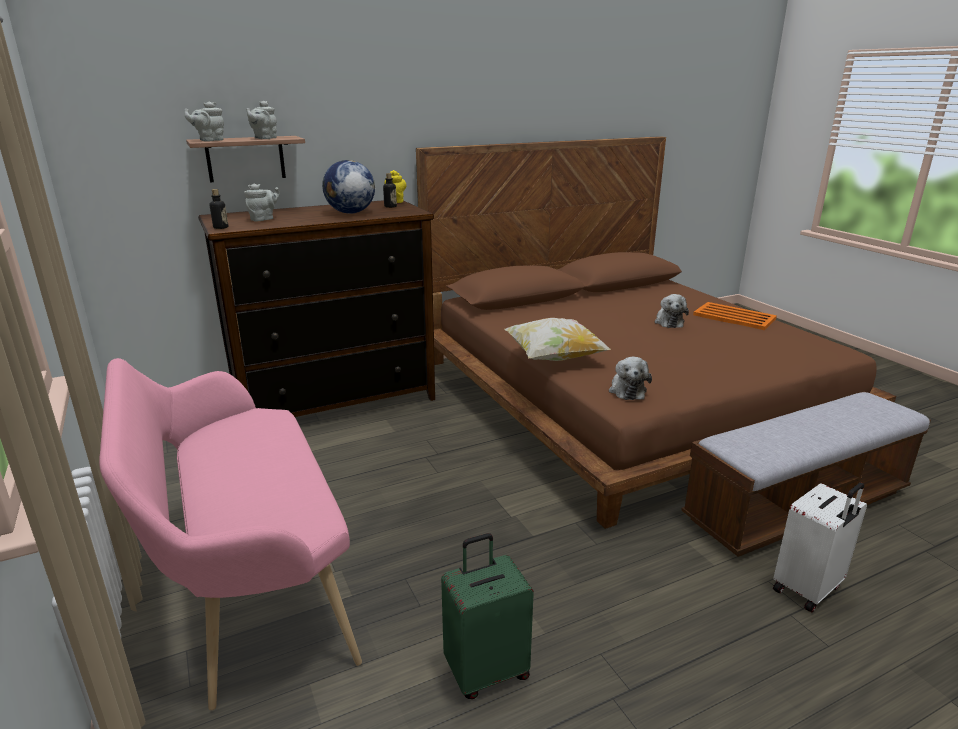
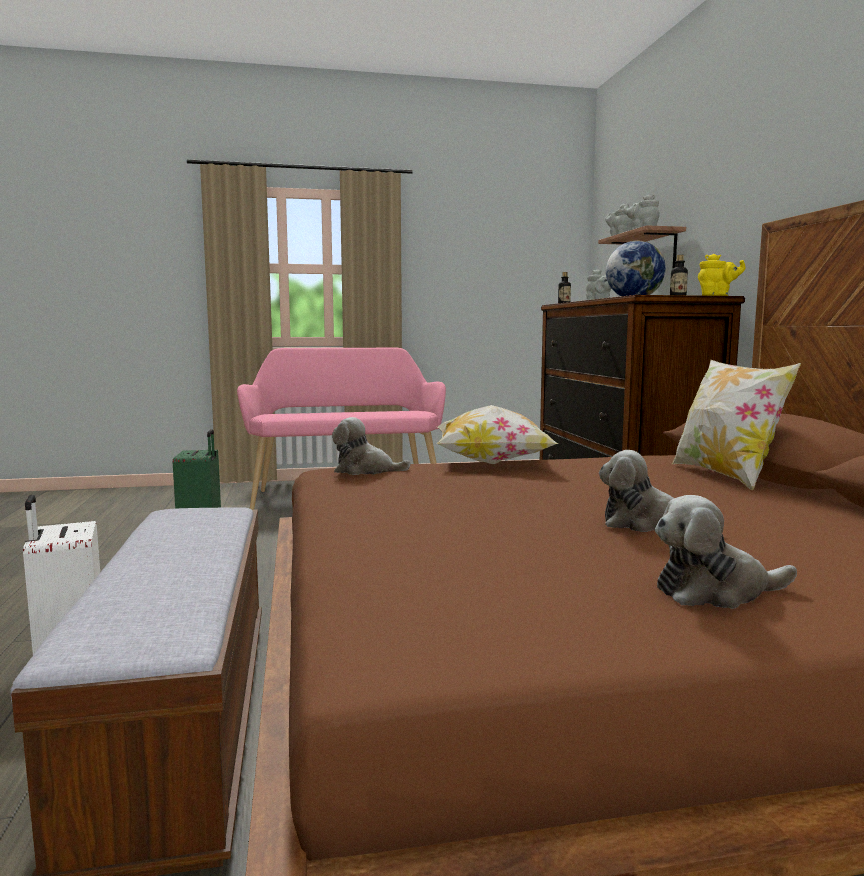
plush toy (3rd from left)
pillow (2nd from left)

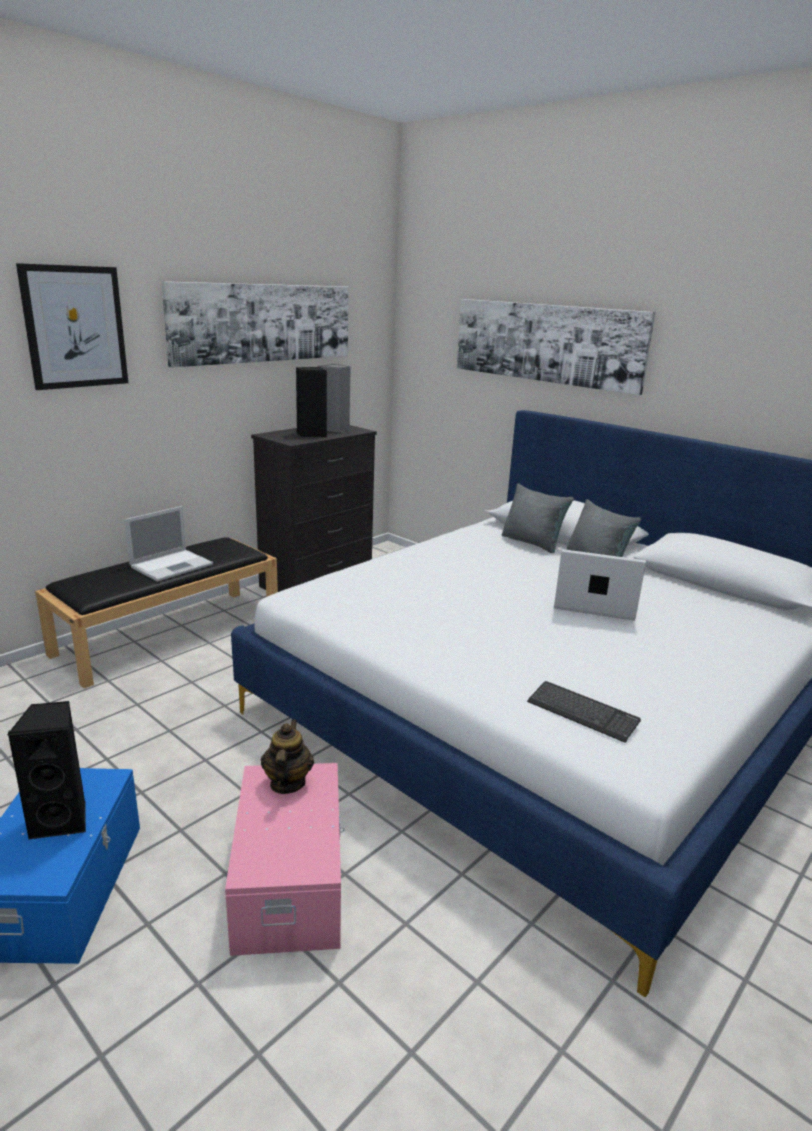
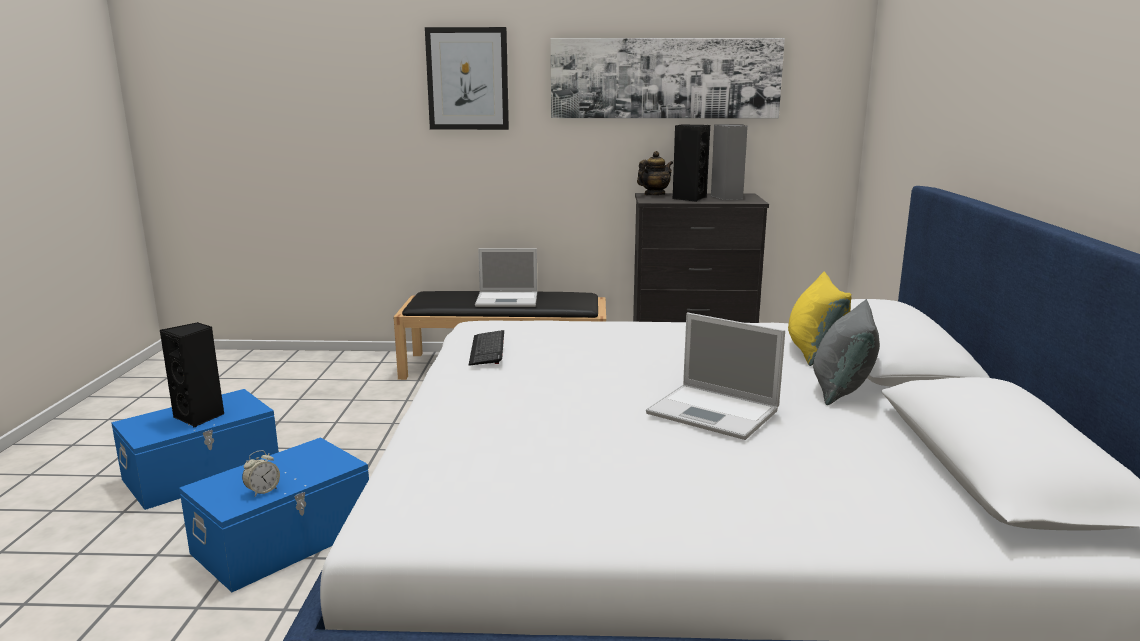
blue storage box (2nd from left)
teapot
picture (3rd from left in the first image)
yellow pillow
keyboard
laptop (2nd from left)
alarm clock

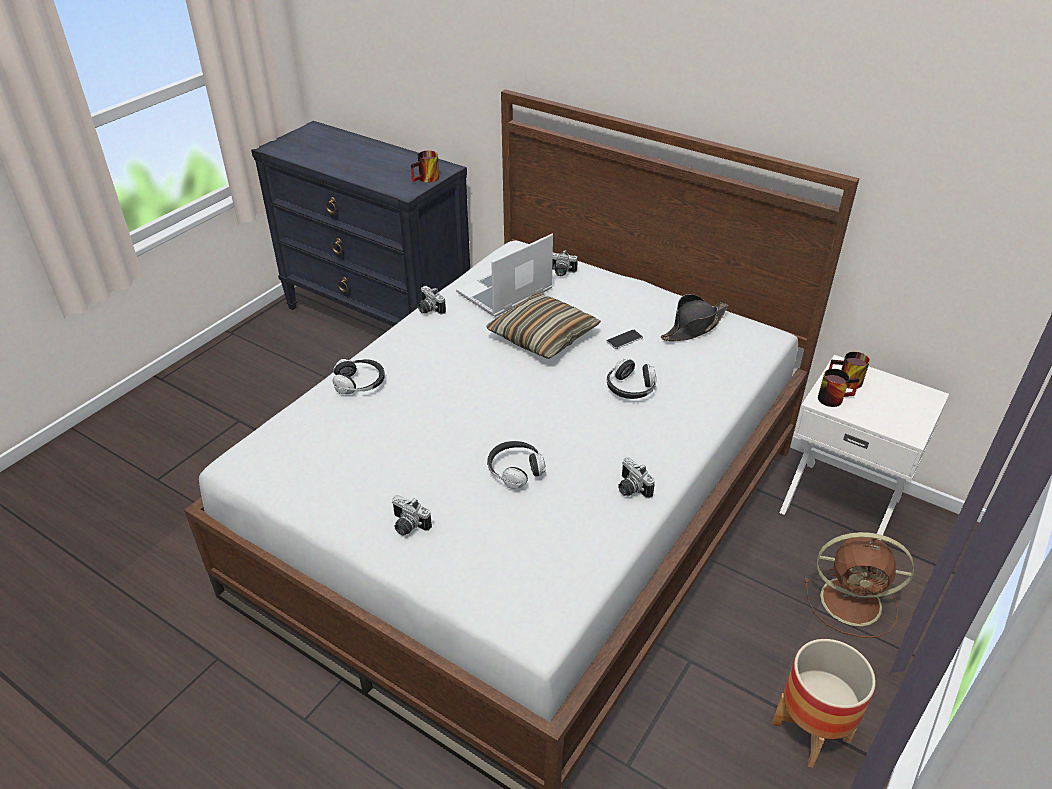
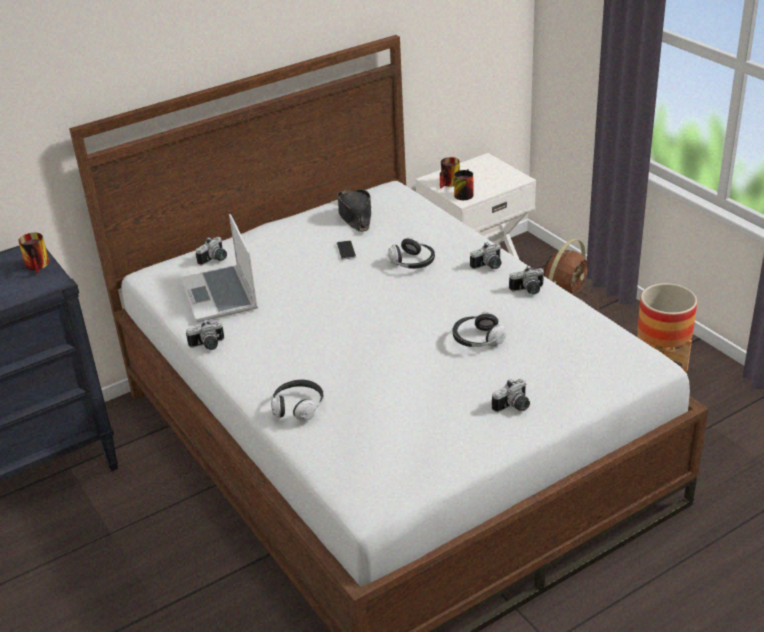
pillow
photo camera (3rd from left)

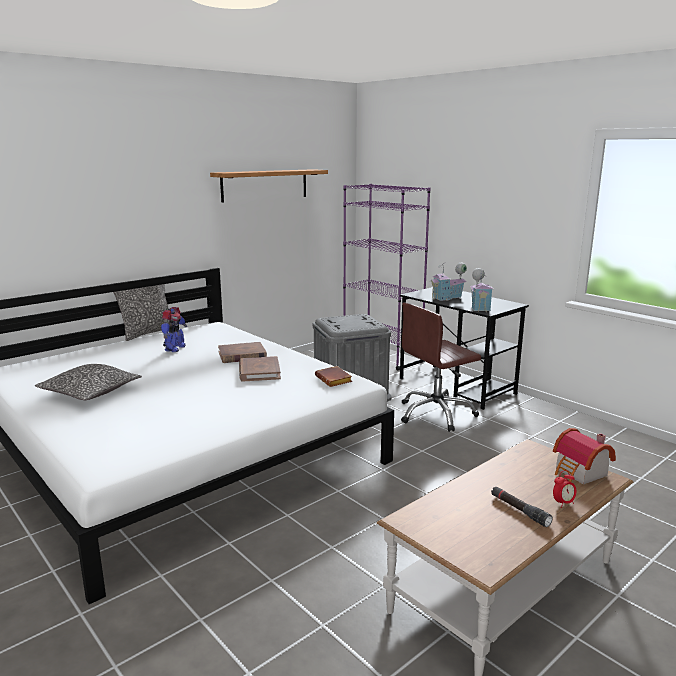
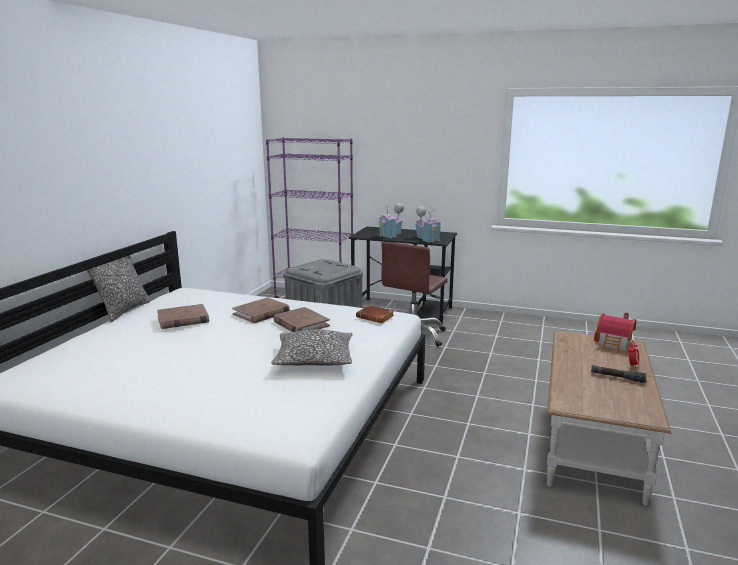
pillow (2nd from left)
brown book (1st from left)
shelf

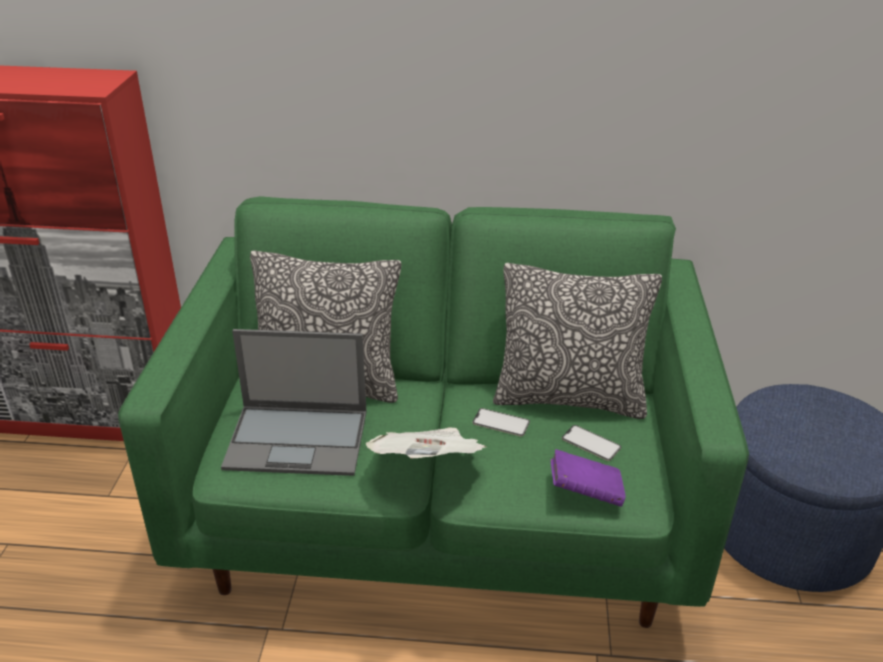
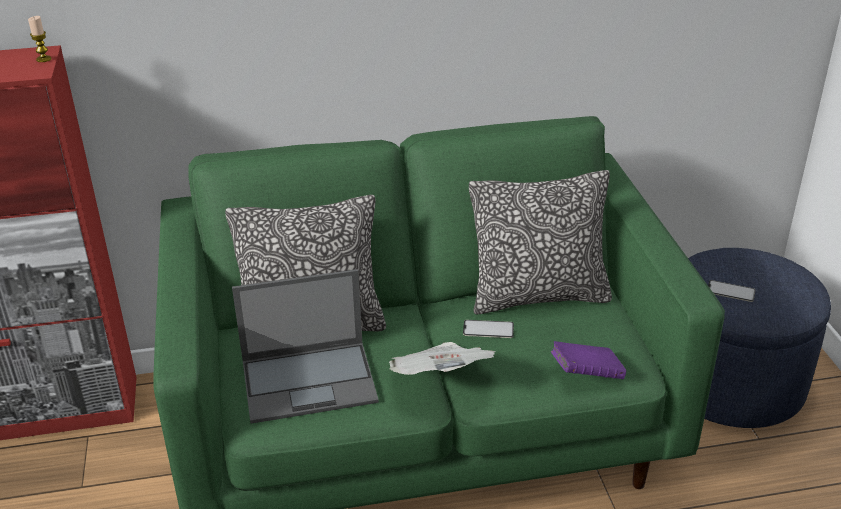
phone (2nd from left)
candle

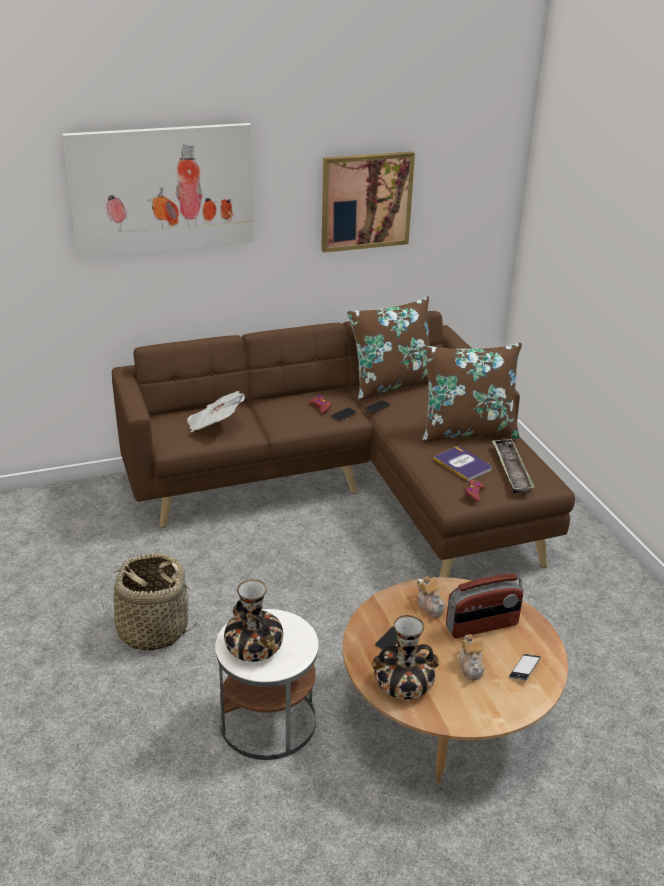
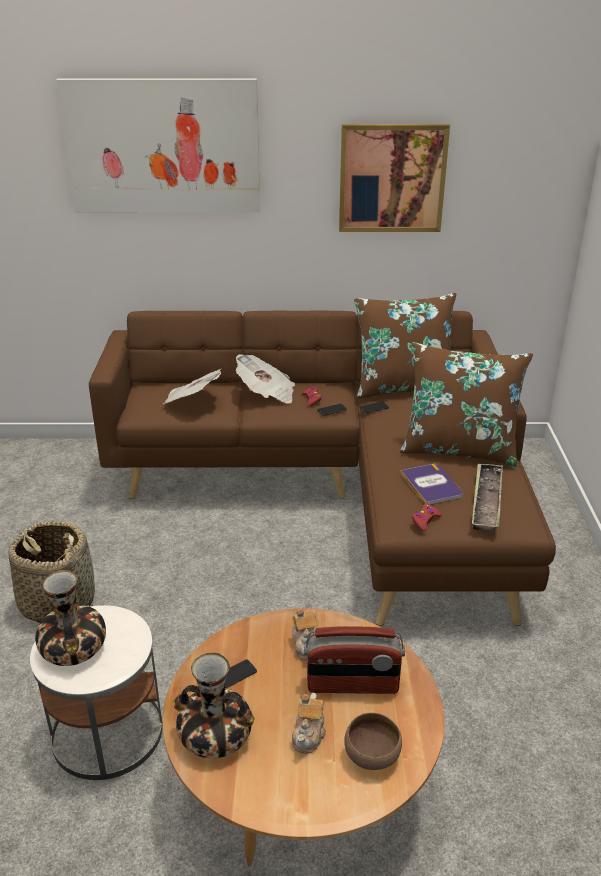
brown bowl
newspaper (2nd from left)

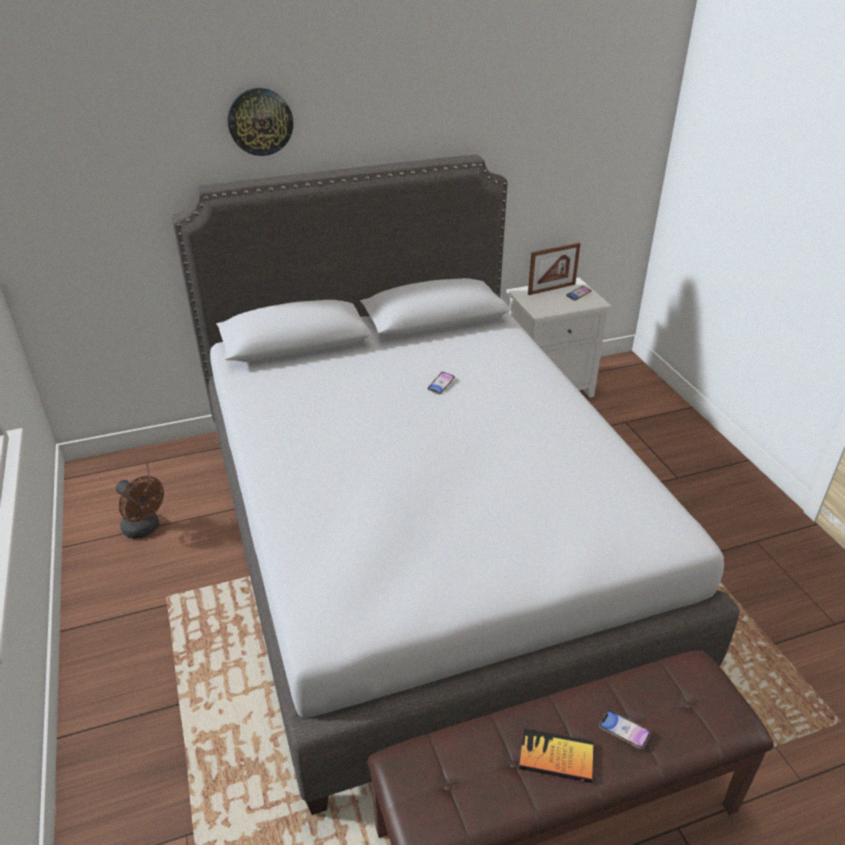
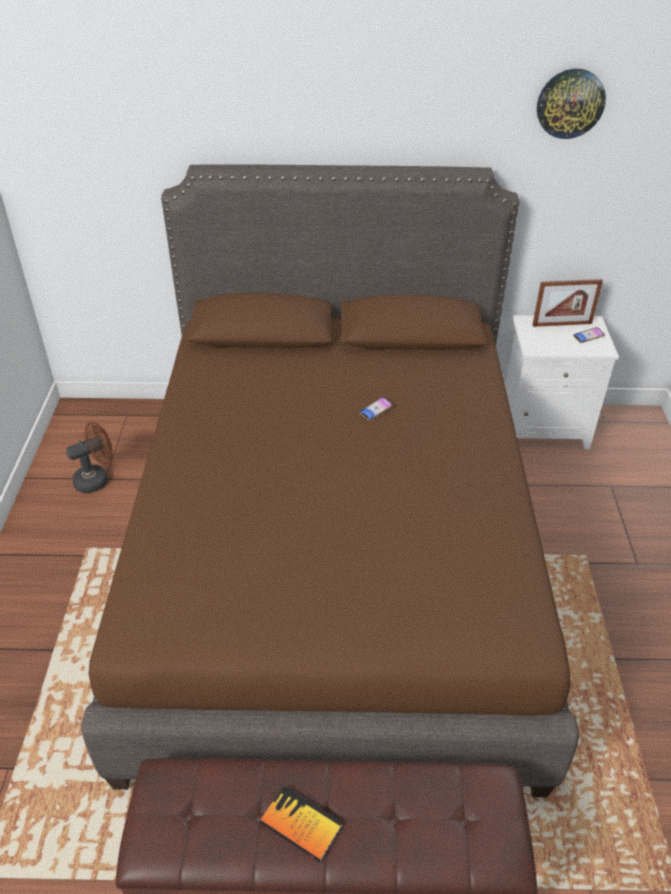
brown fan
brown bed
wall clock
phone (3rd from left in the first image)

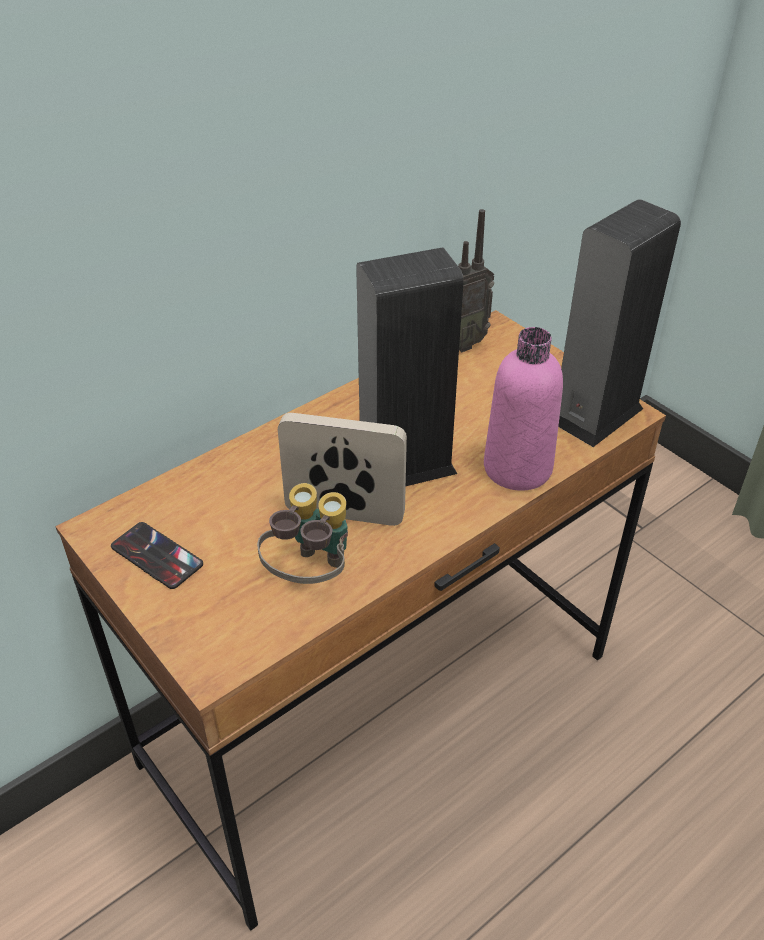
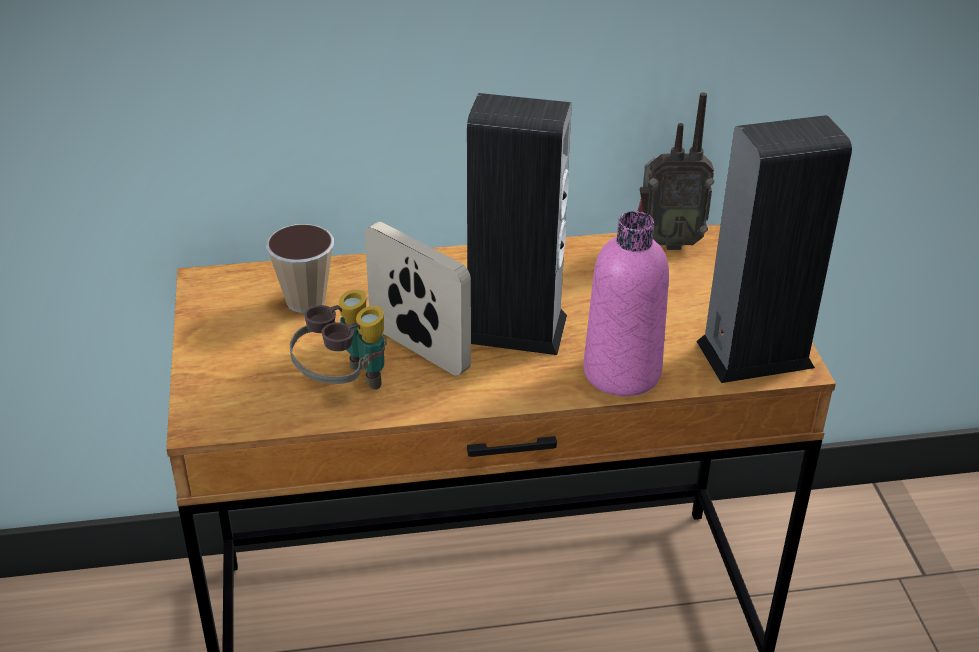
phone
cup

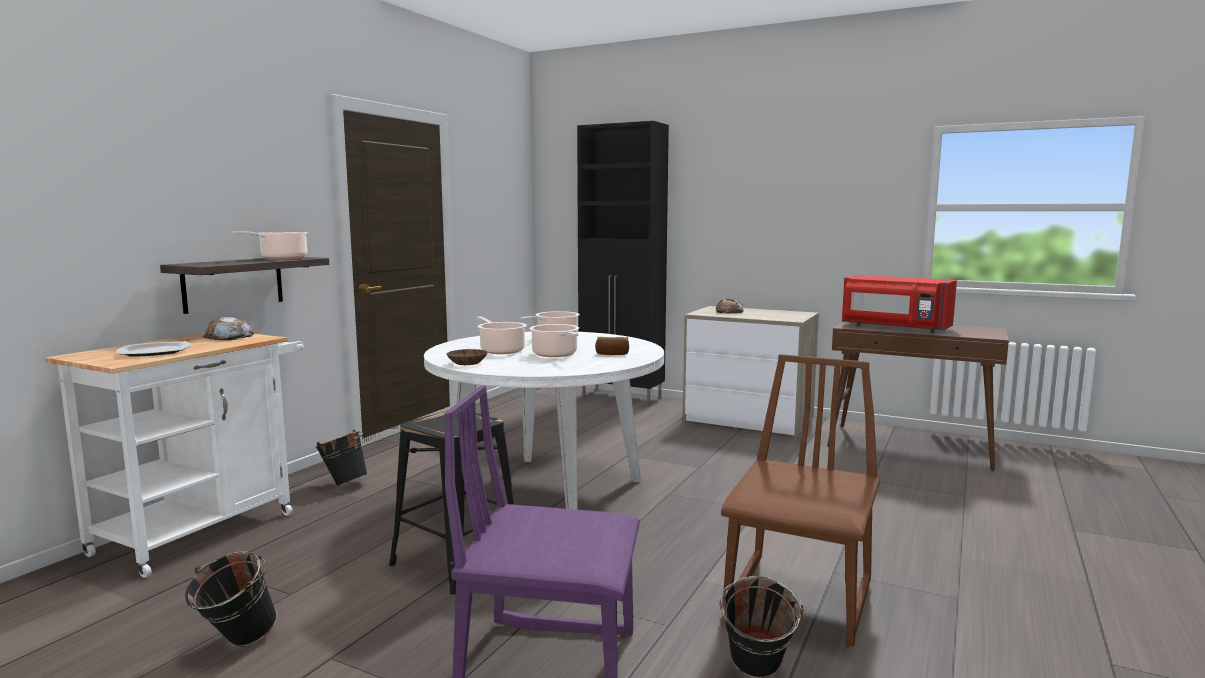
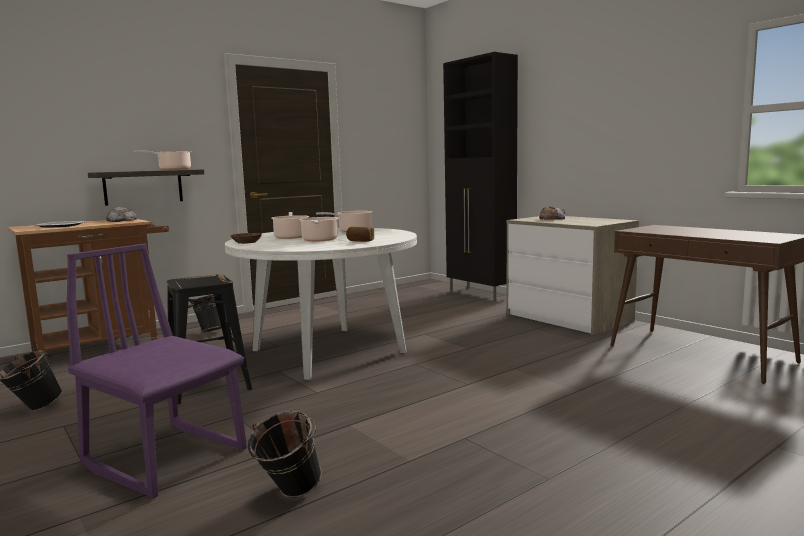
brown cart
brown chair
red microwave

